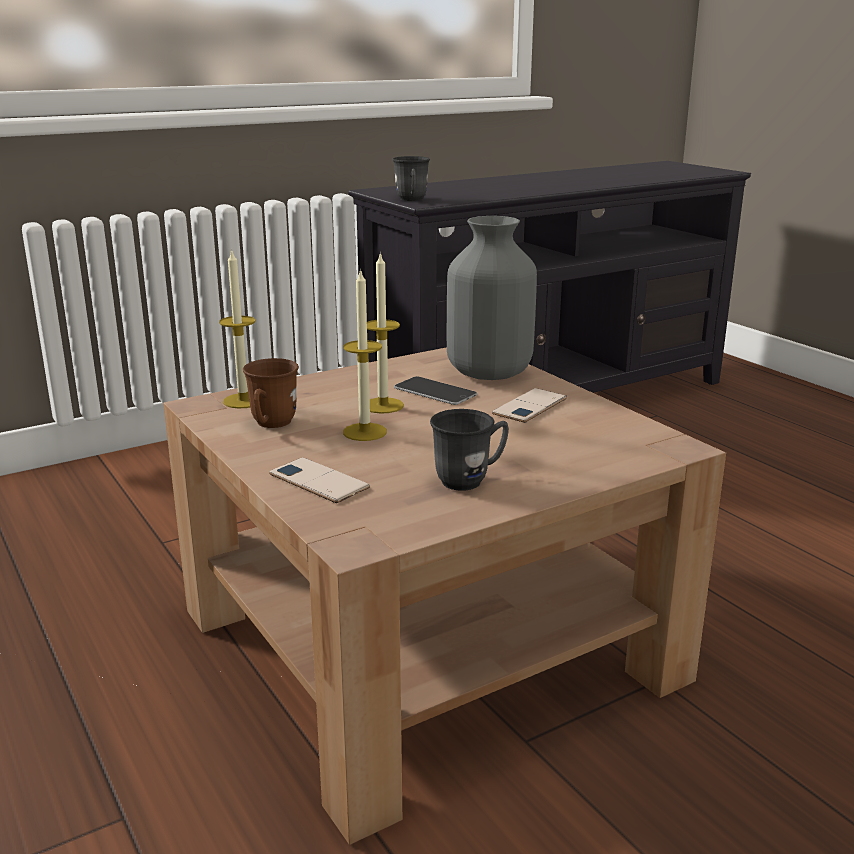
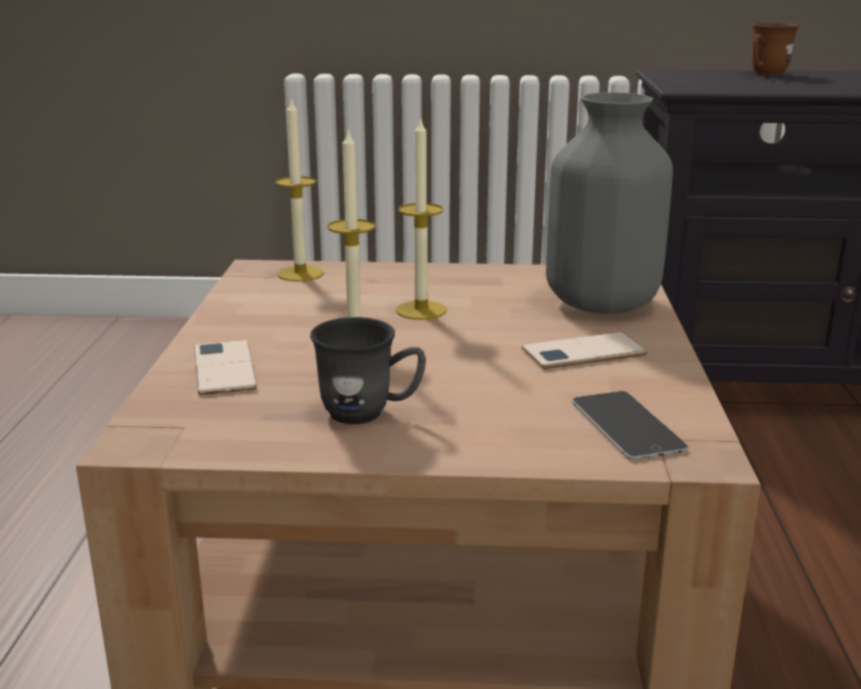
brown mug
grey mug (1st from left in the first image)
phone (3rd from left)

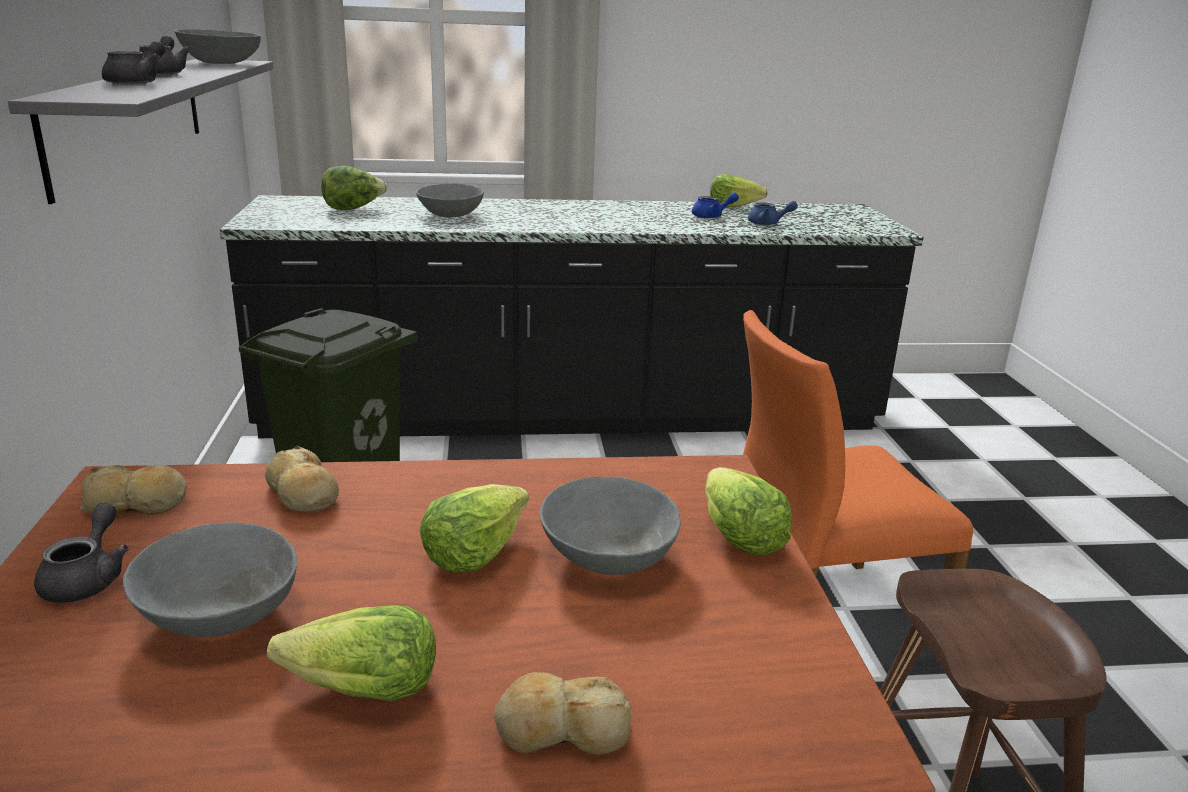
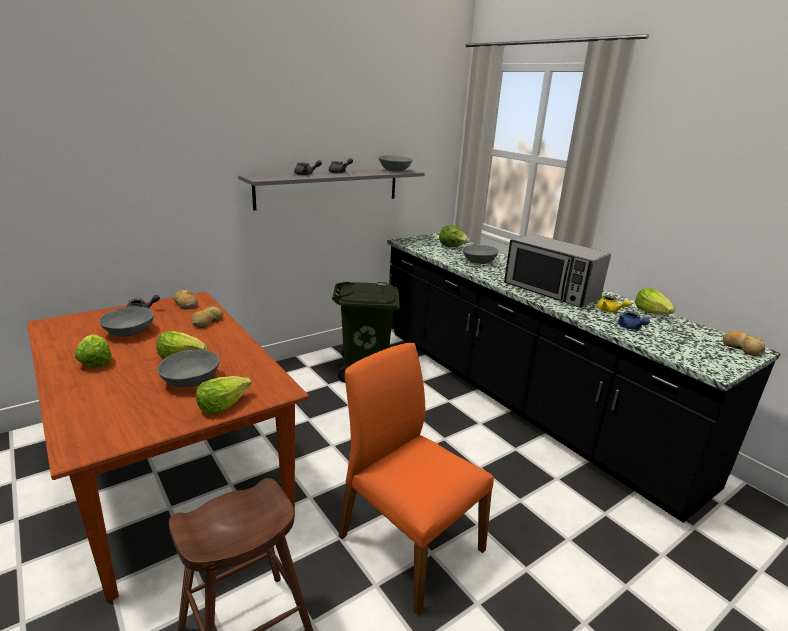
bread (3rd from left)
yellow teapot
microwave

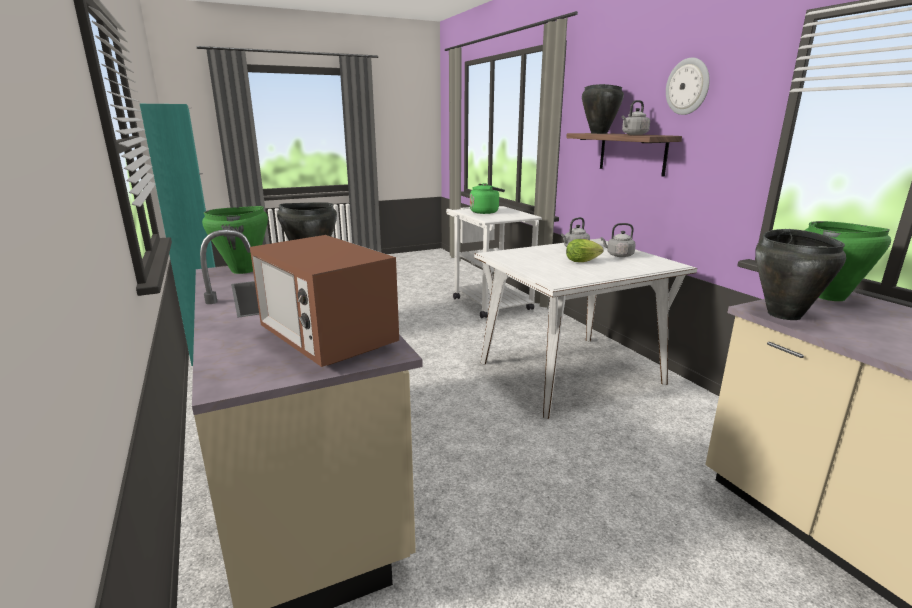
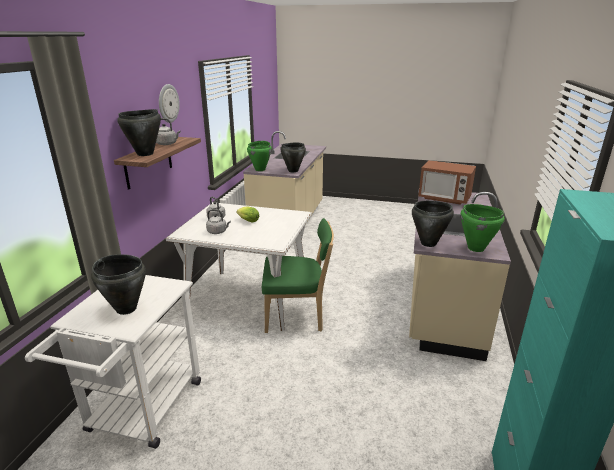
microwave
black cooking pot (1st from left)
green chair

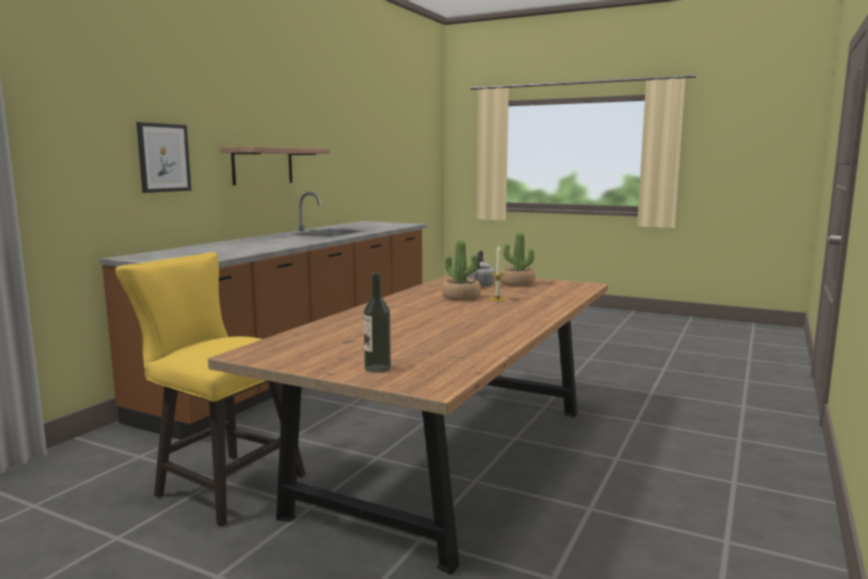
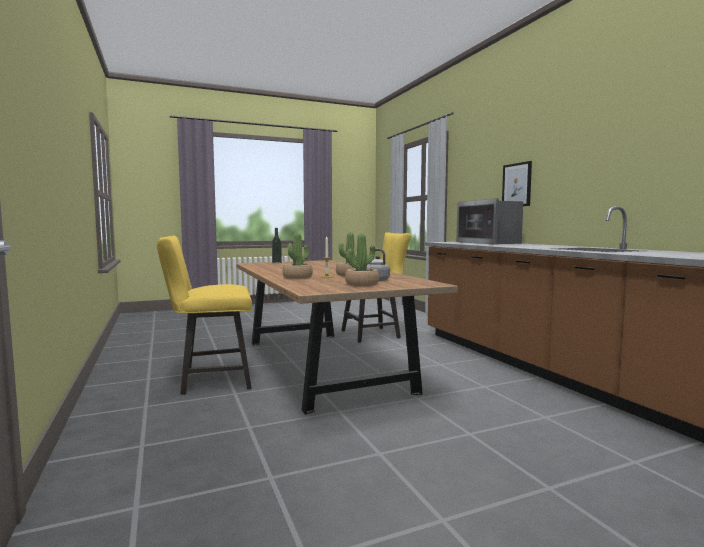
shelf
yellow chair (1st from left)
potted plant (1st from left)
microwave

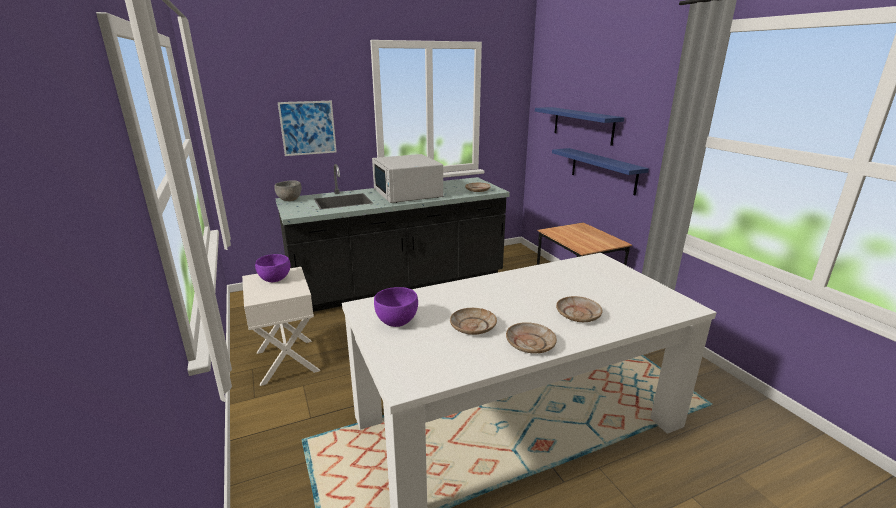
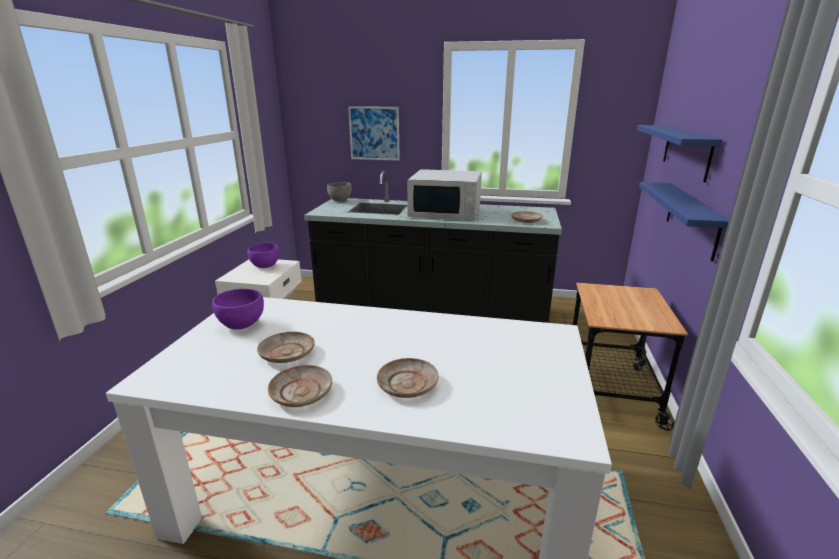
white microwave

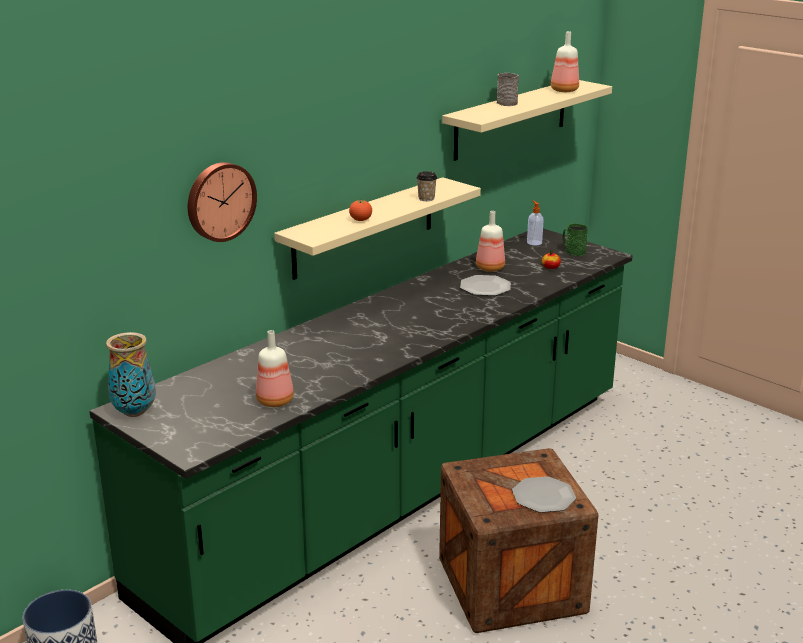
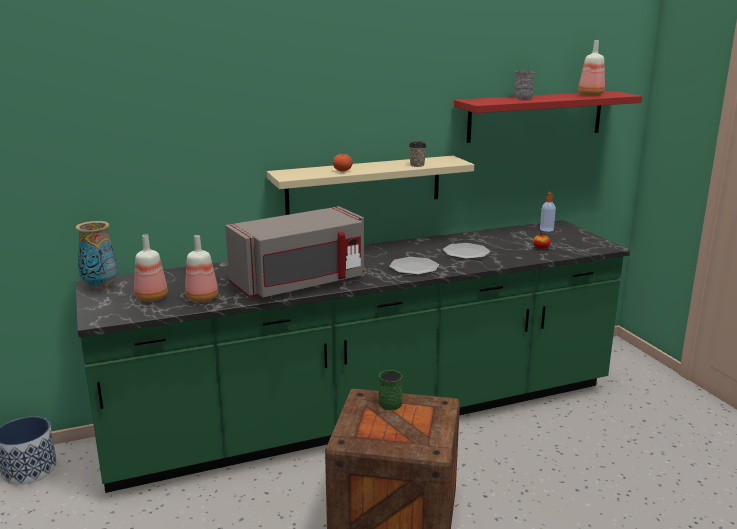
wall clock
red shelf
bottle (1st from left)
plate (1st from left)
green mug
grey microwave

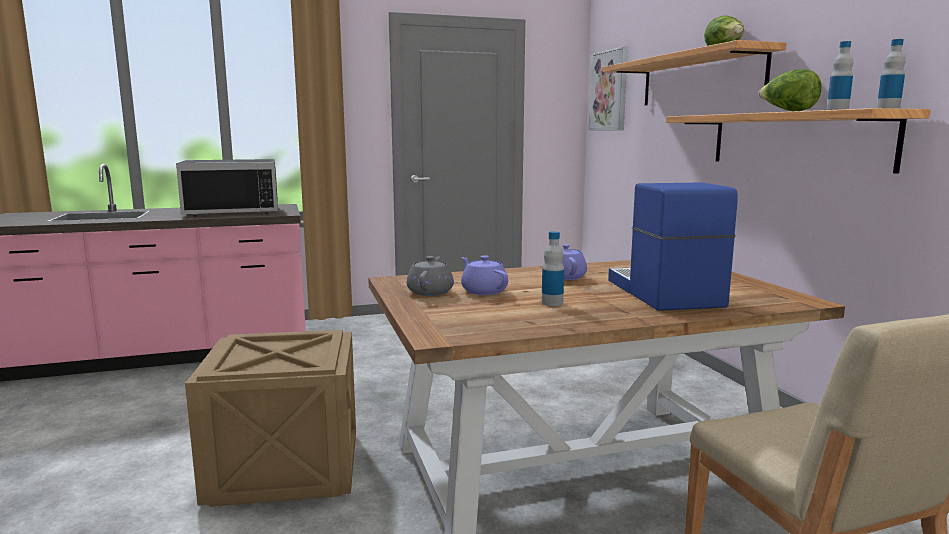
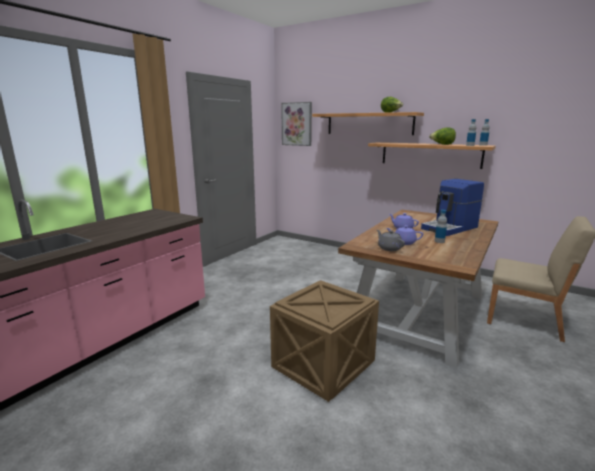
black microwave
coffee machine

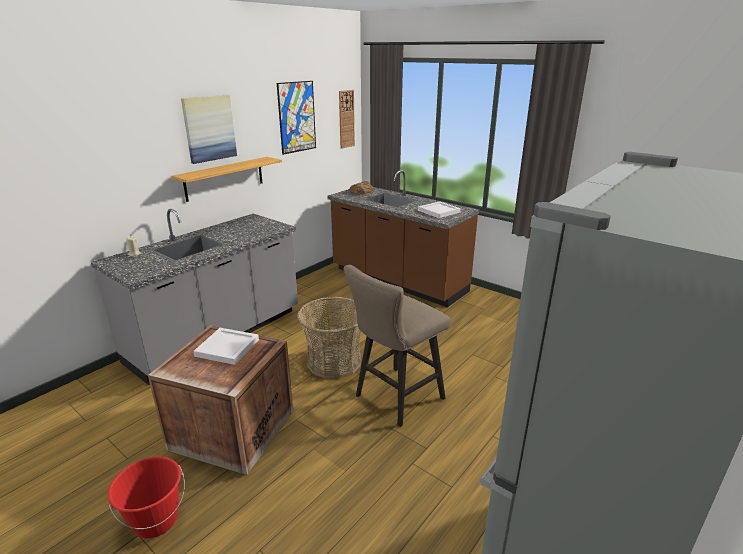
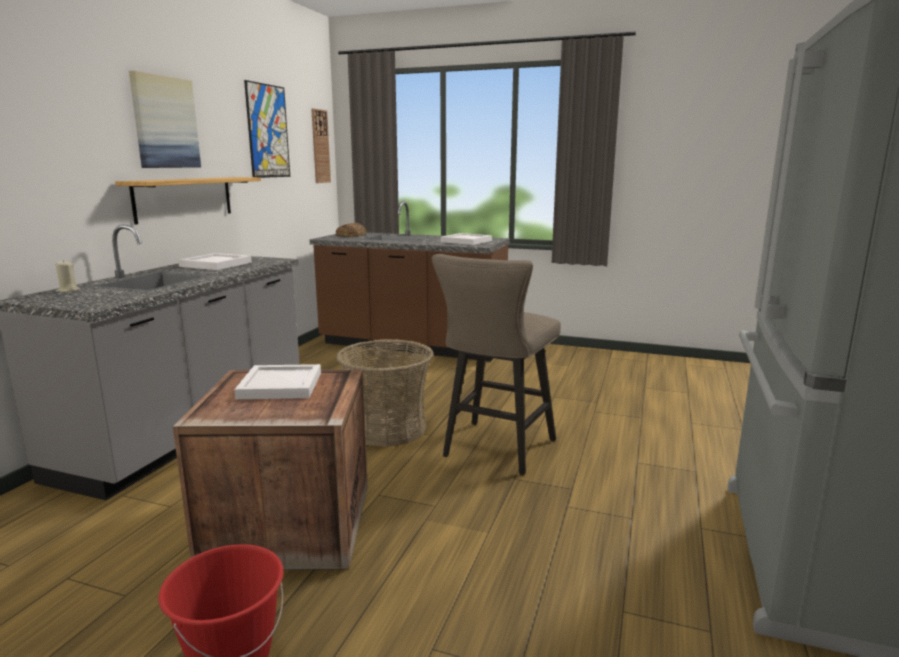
white tray (1st from left)

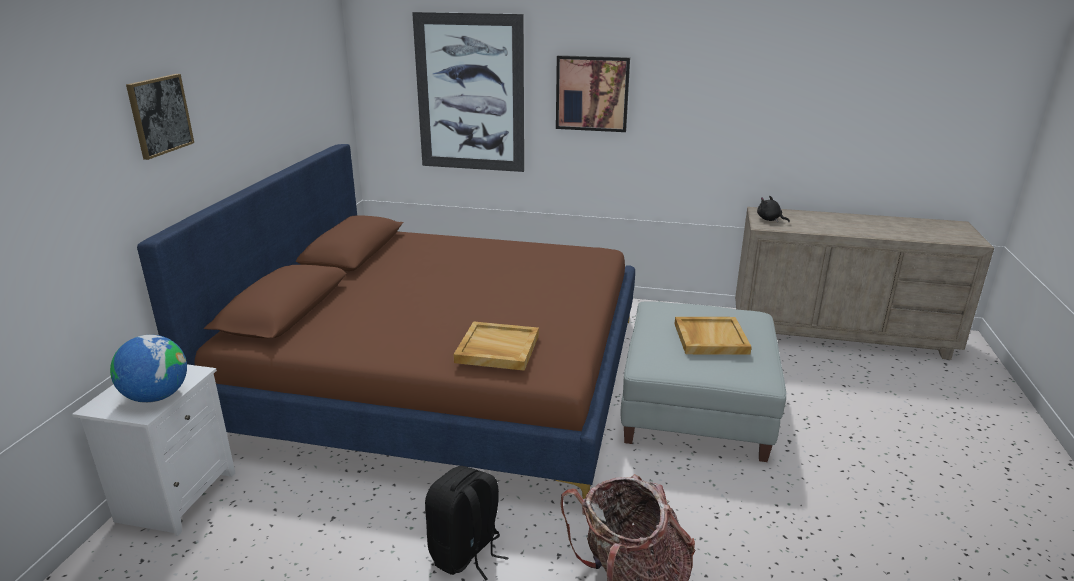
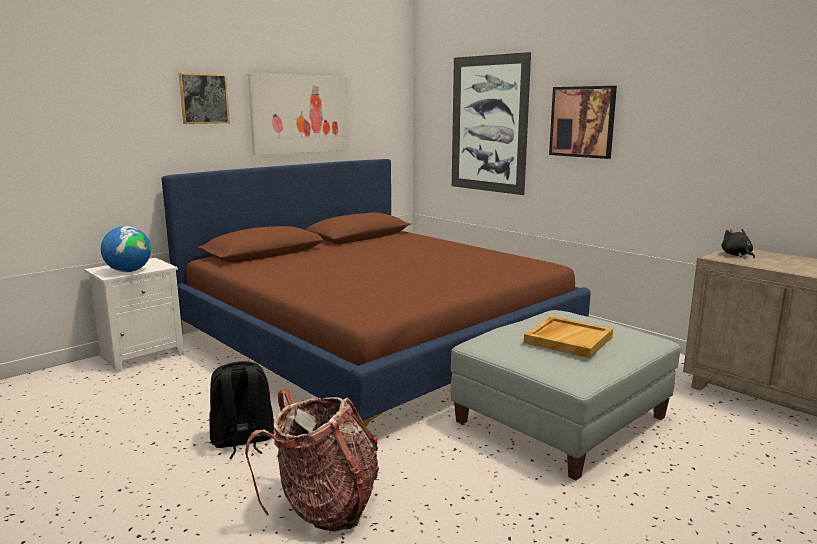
beige tray (1st from left in the first image)
picture (2nd from left)

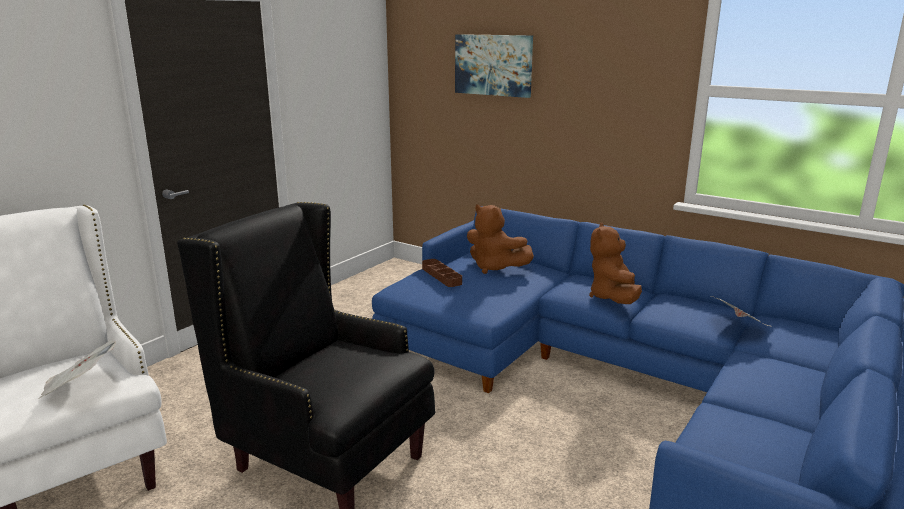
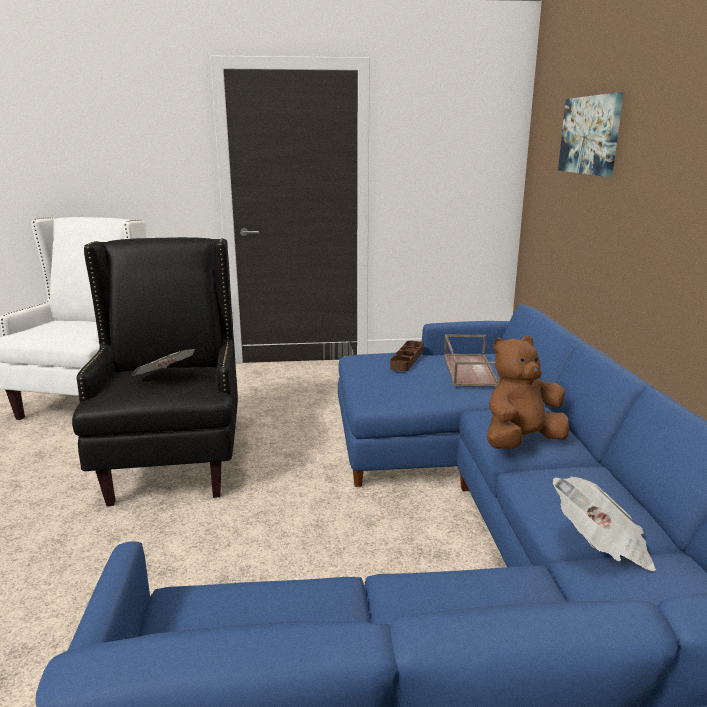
newspaper (1st from left)
brown tray (2nd from left)

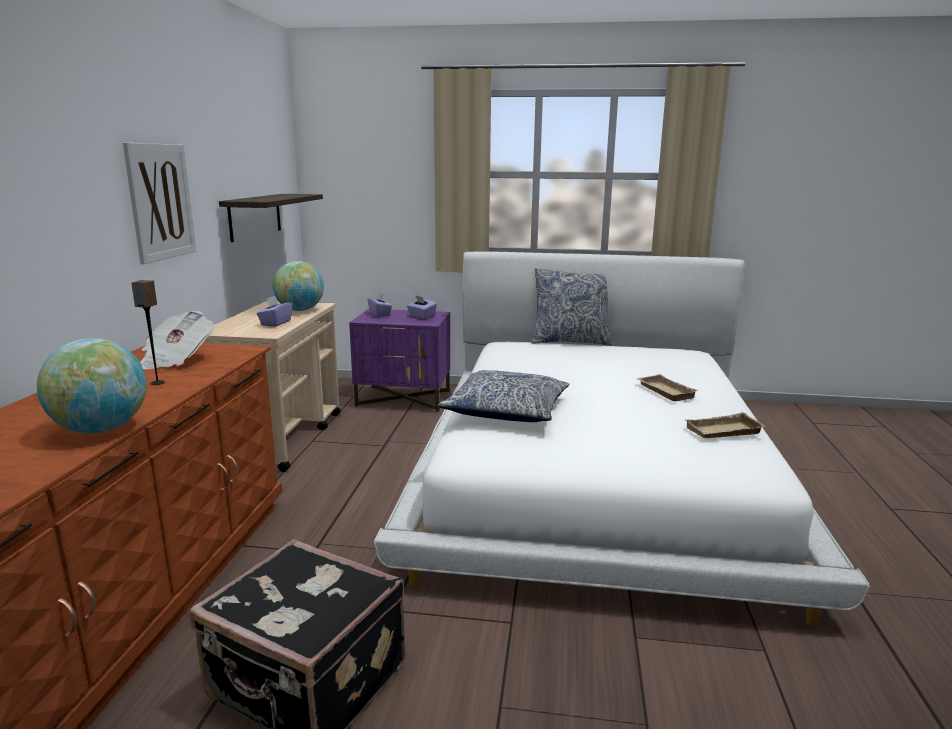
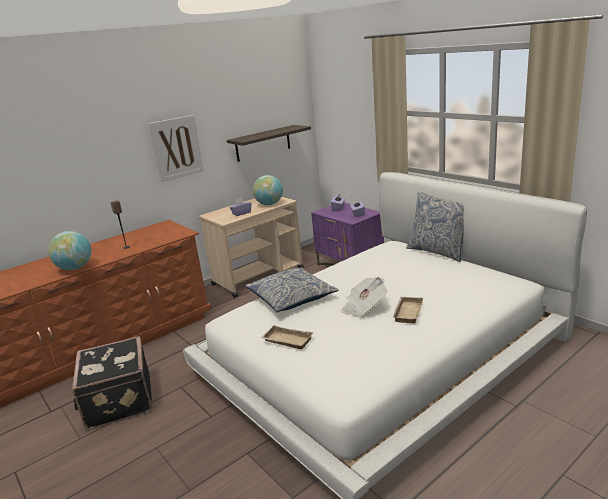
newspaper
beige tray (1st from left)

